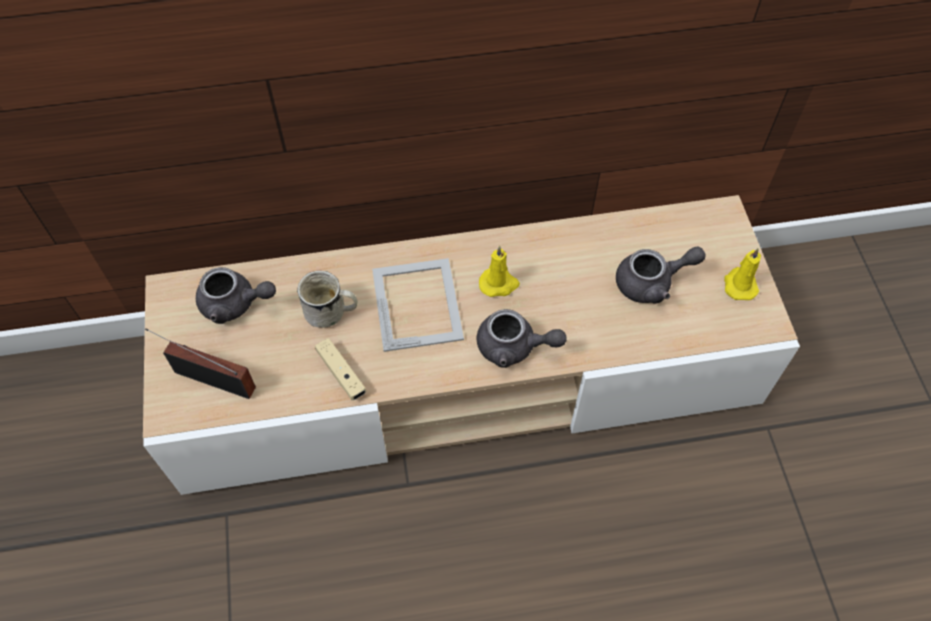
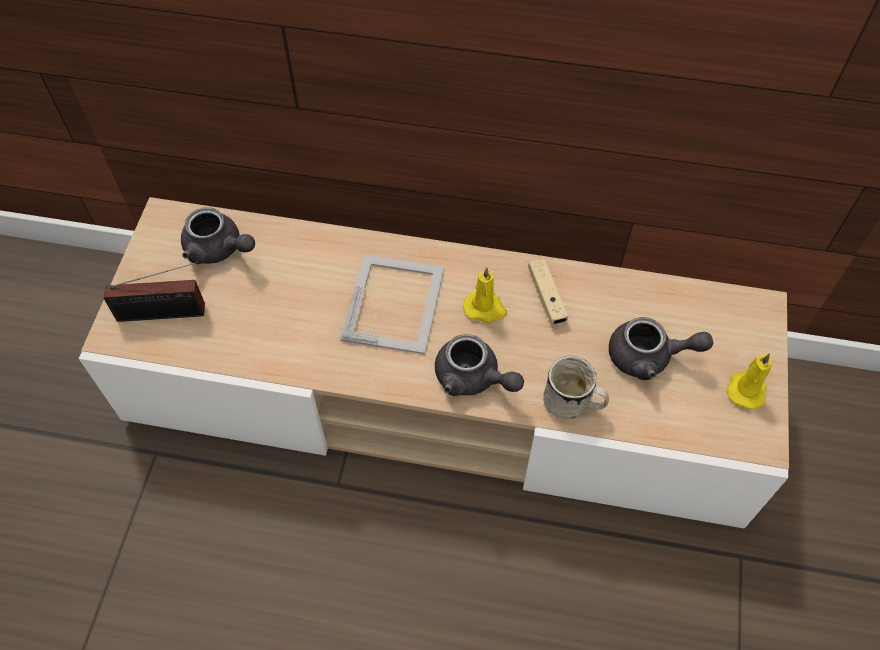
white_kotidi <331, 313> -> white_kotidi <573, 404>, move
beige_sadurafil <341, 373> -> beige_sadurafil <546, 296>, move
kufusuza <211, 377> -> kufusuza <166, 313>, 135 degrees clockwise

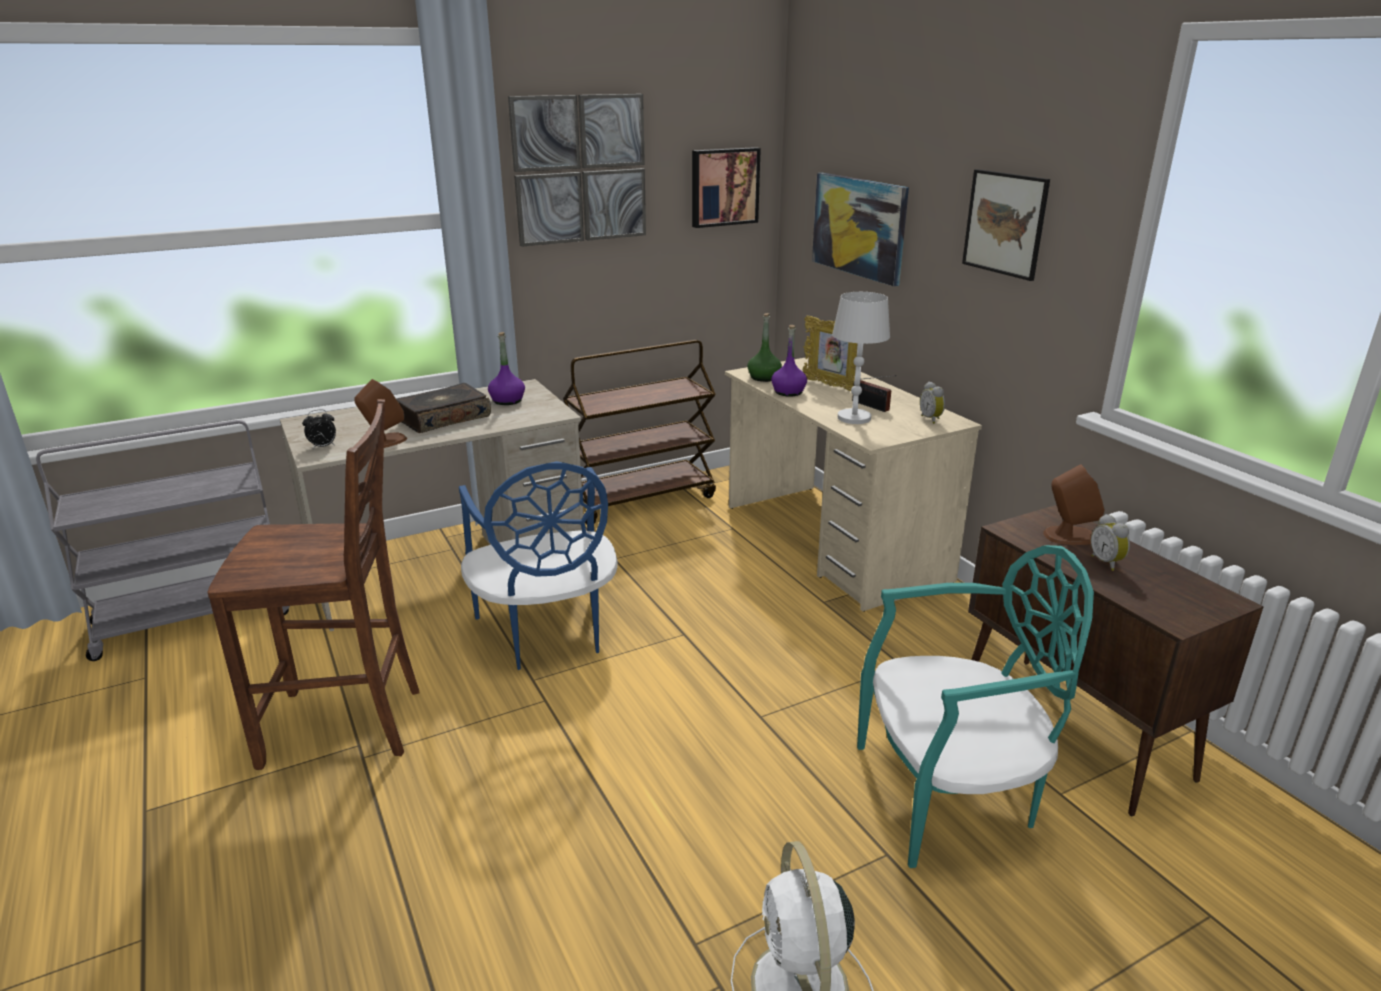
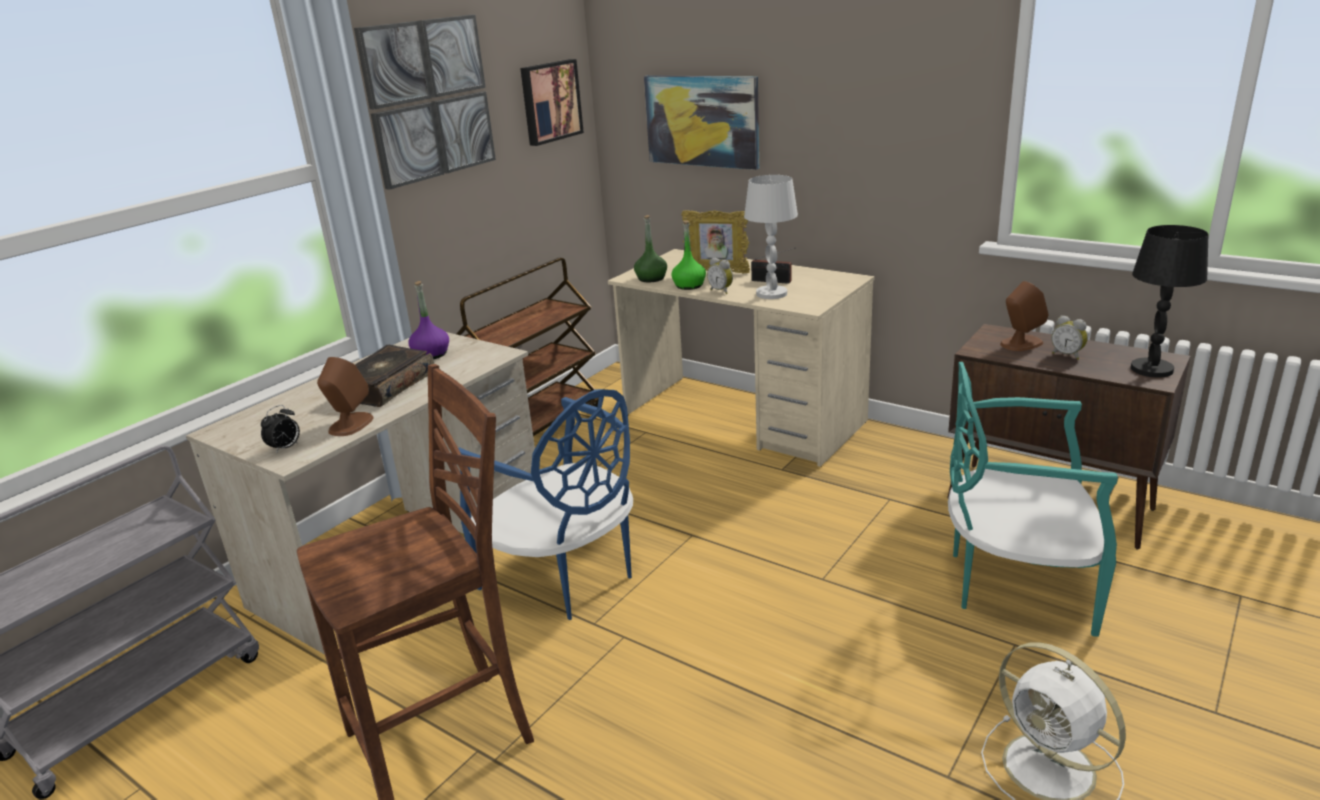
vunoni <1005, 223> -> none
none -> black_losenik <1152, 369>
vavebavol <931, 419> -> vavebavol <721, 291>, move
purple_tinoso <788, 392> -> green_tinoso <689, 285>
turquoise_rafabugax <949, 796> -> turquoise_rafabugax <1015, 583>, 135 degrees counterclockwise

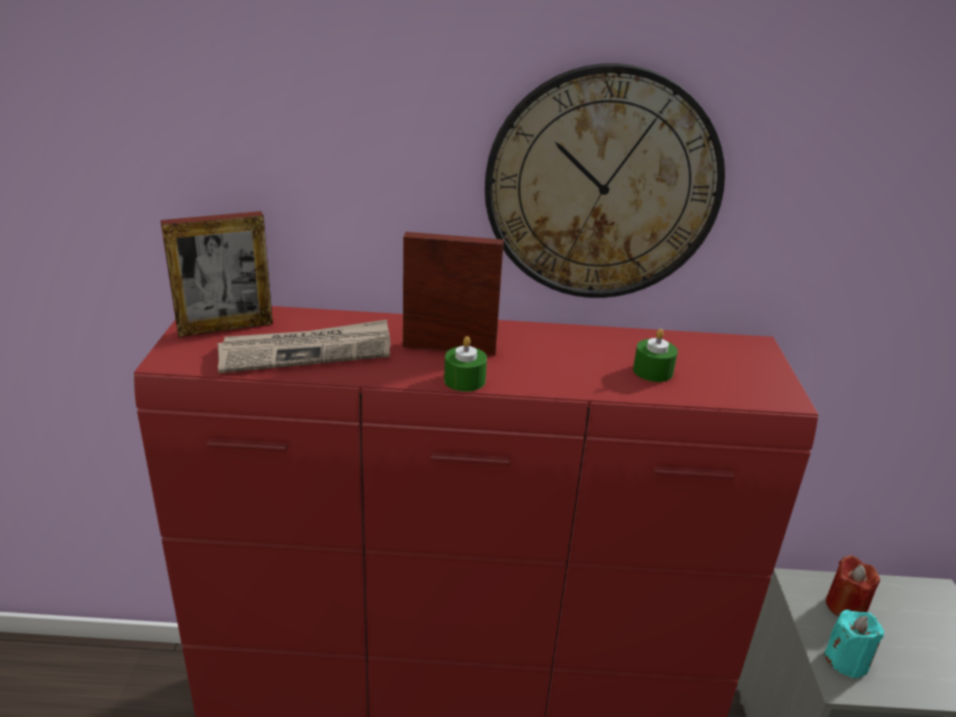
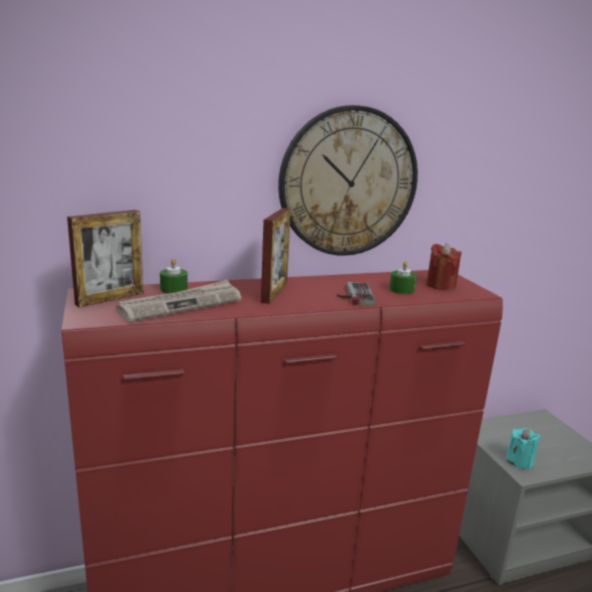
none -> sadurafil <353, 295>
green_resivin <464, 380> -> green_resivin <174, 289>, move
red_resivin <845, 606> -> red_resivin <441, 285>, move
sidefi <449, 348> -> sidefi <274, 292>, 120 degrees clockwise

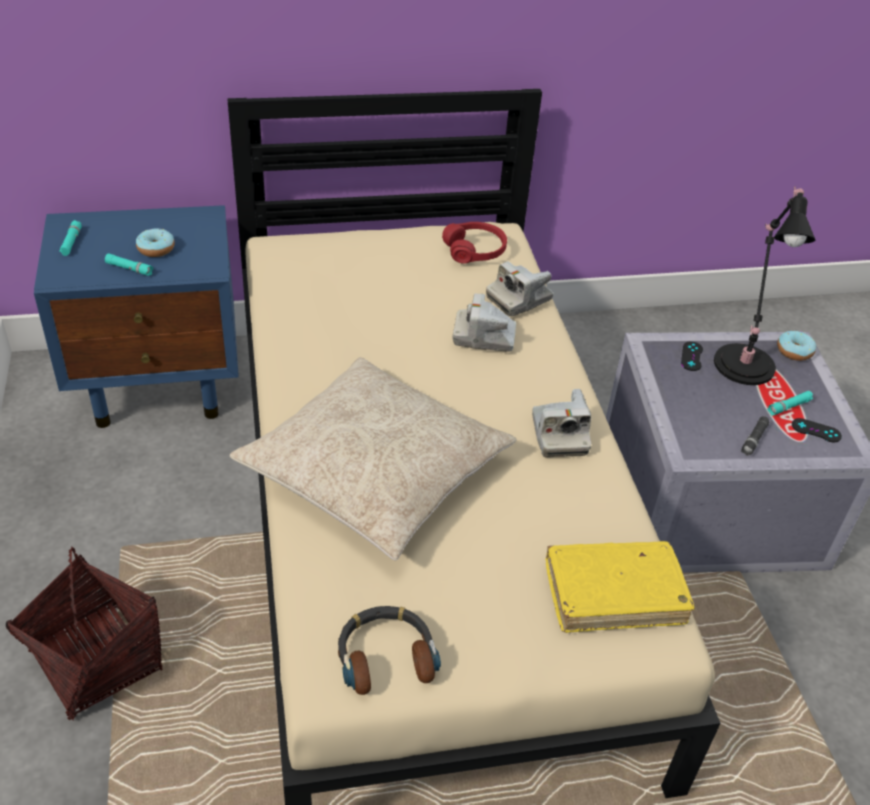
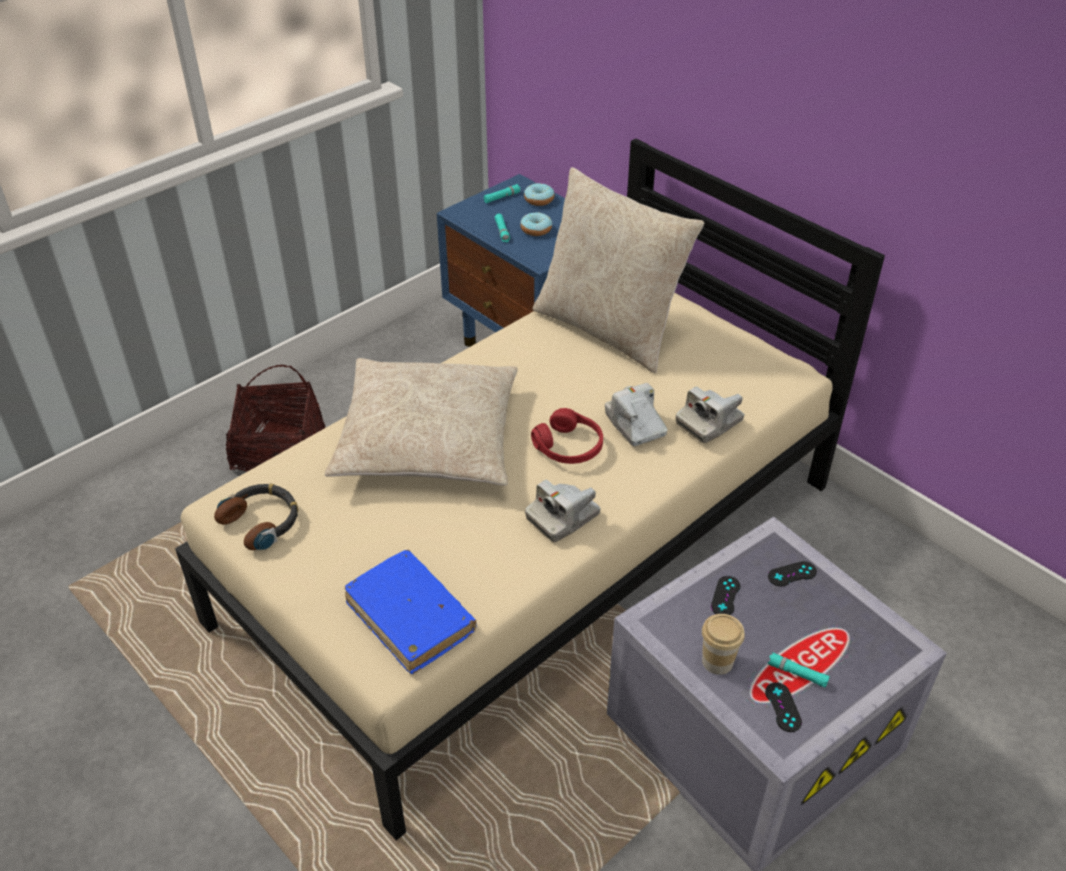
black_losenik <744, 361> -> none
none -> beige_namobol <609, 329>
none -> black_sadurafil <725, 596>
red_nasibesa <475, 250> -> red_nasibesa <569, 446>, move
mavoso <794, 351> -> mavoso <539, 200>, move
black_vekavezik <754, 439> -> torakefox <717, 661>
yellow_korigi <614, 594> -> blue_korigi <410, 618>
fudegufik <519, 299> -> fudegufik <709, 422>, 60 degrees counterclockwise

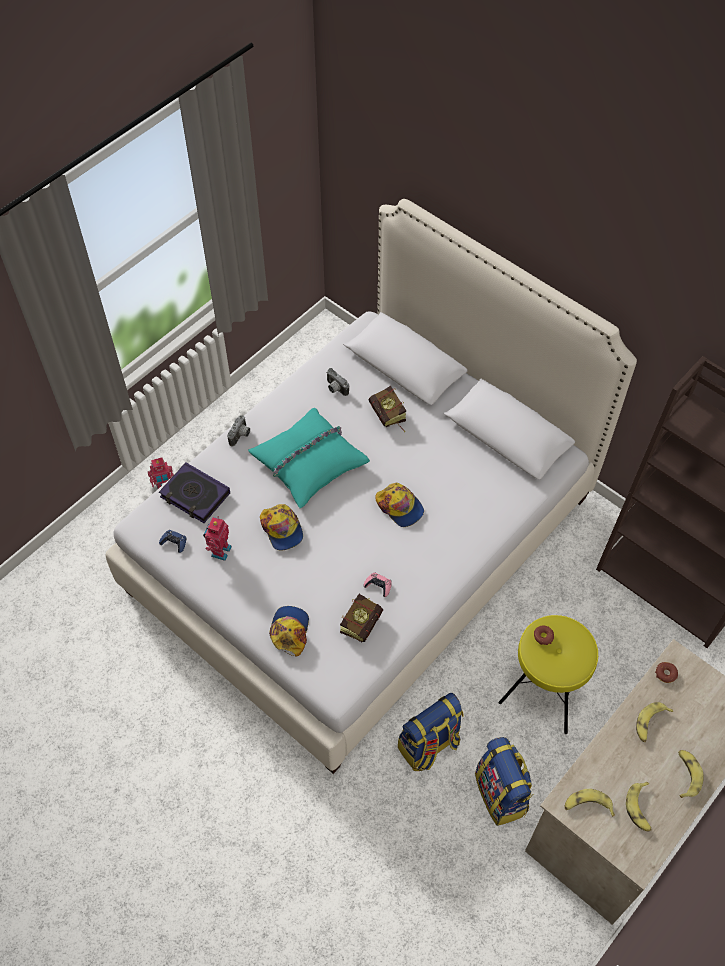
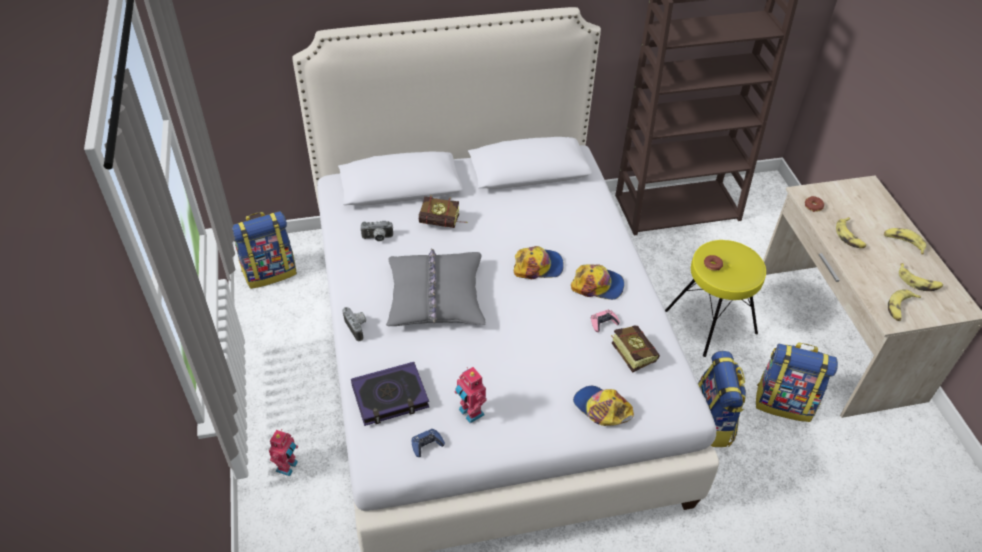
none -> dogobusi <270, 272>
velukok <282, 529> -> velukok <597, 285>, move
turquoise_namobol <309, 462> -> grey_namobol <435, 297>

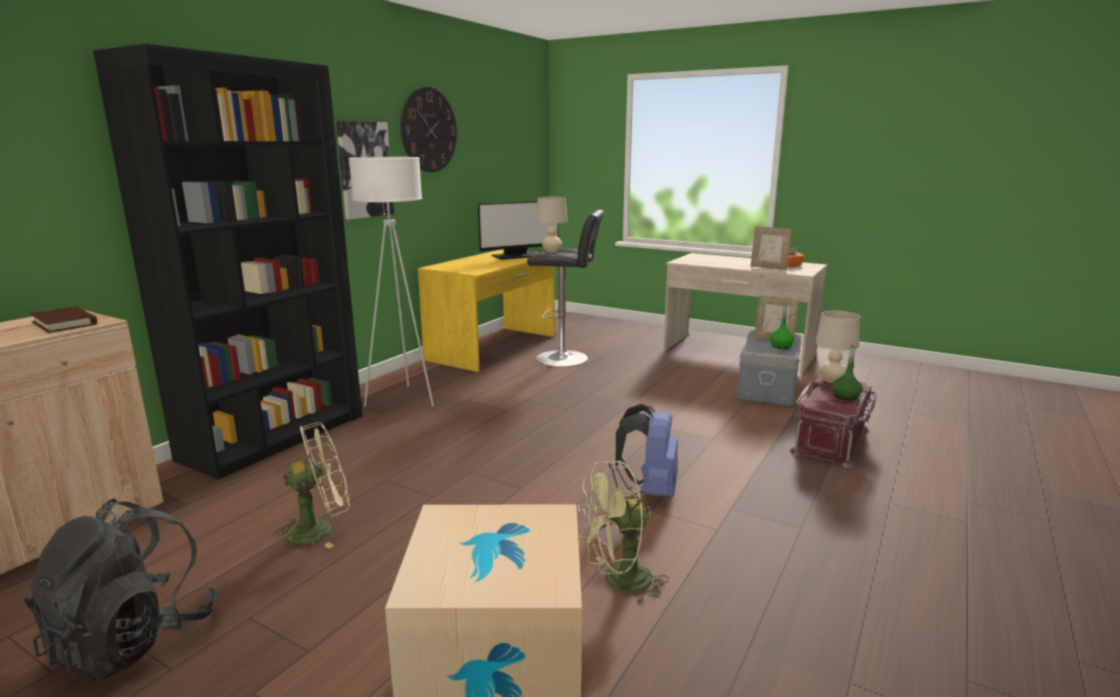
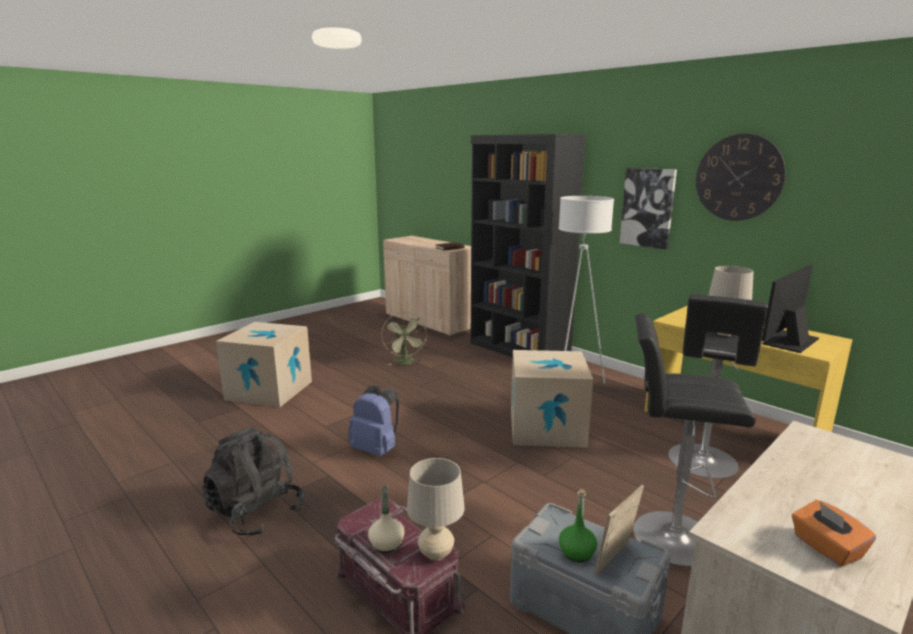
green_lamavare <618, 582> -> none
sidefi <769, 268> -> none
none -> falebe <546, 428>
none -> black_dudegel <667, 536>
black_dogobusi <134, 639> -> black_dogobusi <256, 513>, move
green_tinoso <846, 396> -> beige_tinoso <386, 544>
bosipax <517, 256> -> bosipax <789, 341>, 60 degrees clockwise

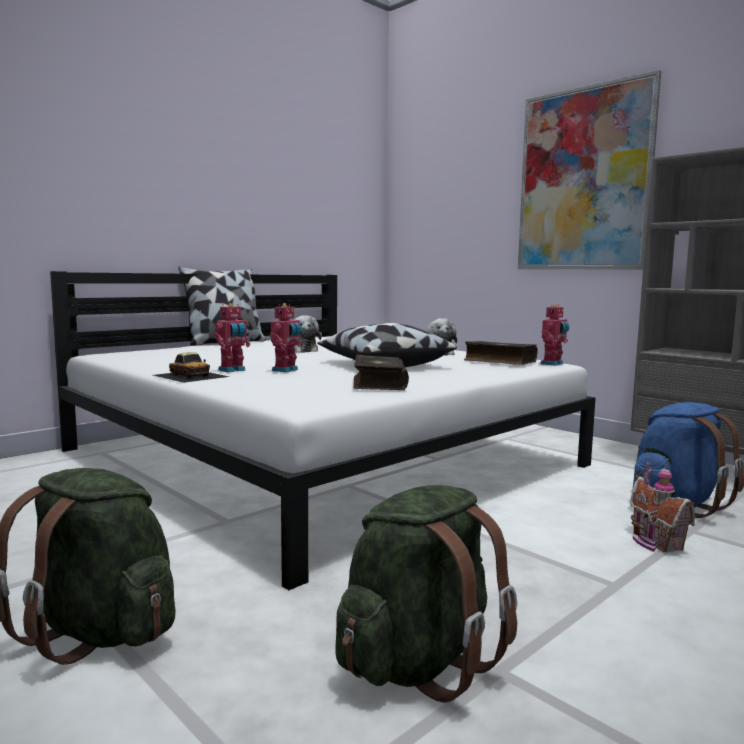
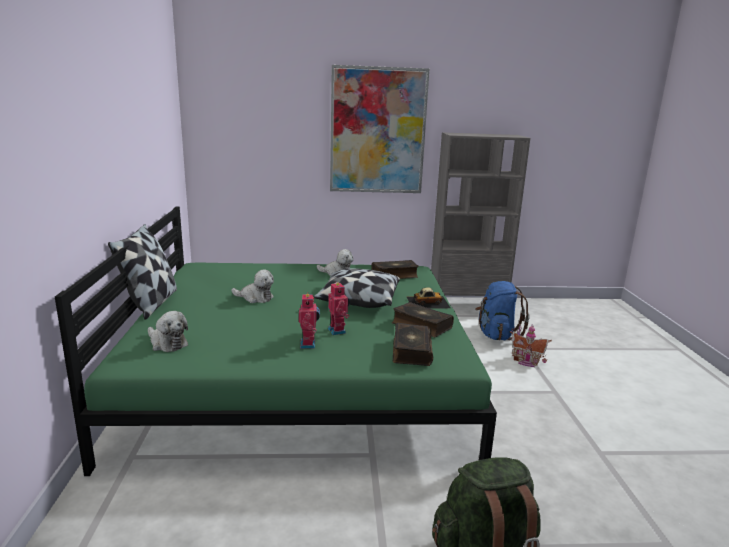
green_dogobusi <419, 662> -> none
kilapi <553, 364> -> none
none -> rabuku <167, 343>
none -> korigi <411, 351>
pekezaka <190, 375> -> pekezaka <427, 302>, move
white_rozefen <321, 457> -> green_rozefen <300, 377>

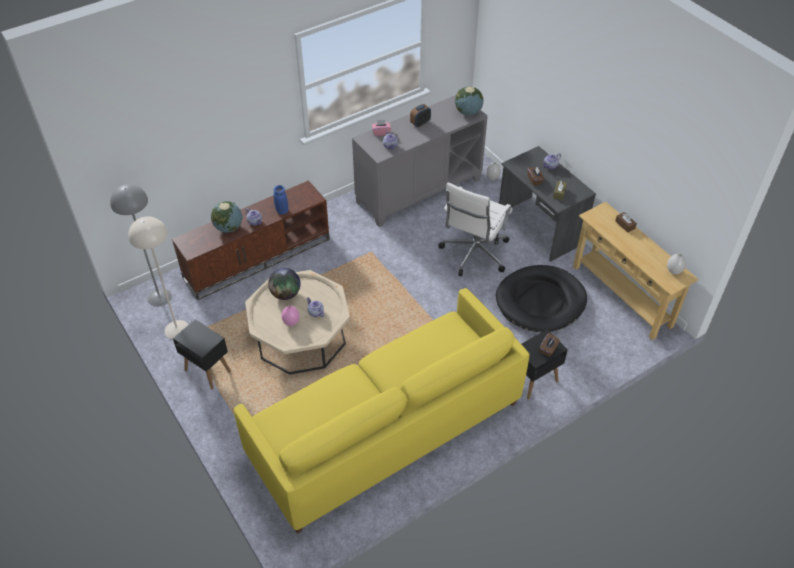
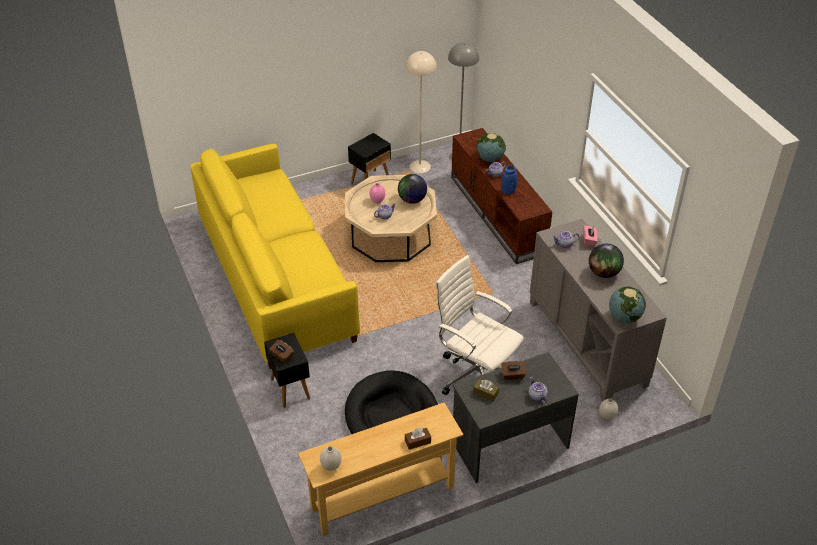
vavebavol <420, 123> -> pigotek <604, 273>

